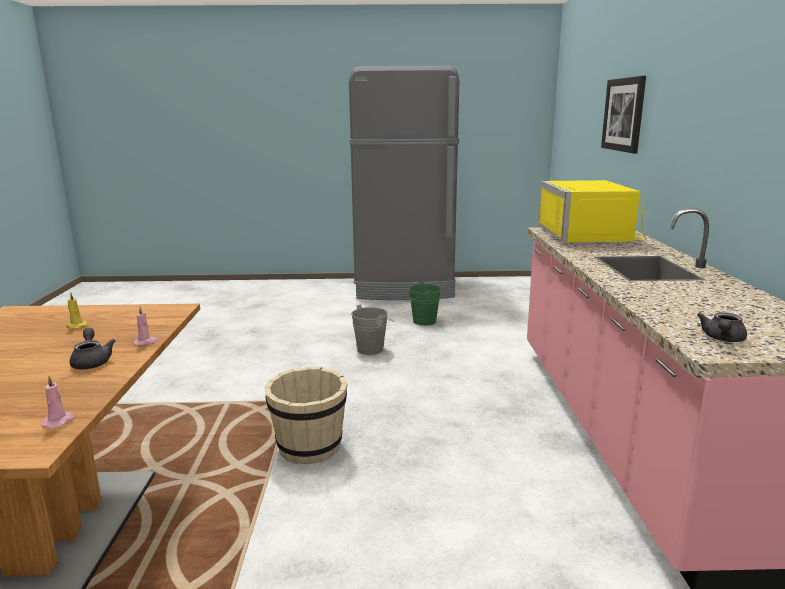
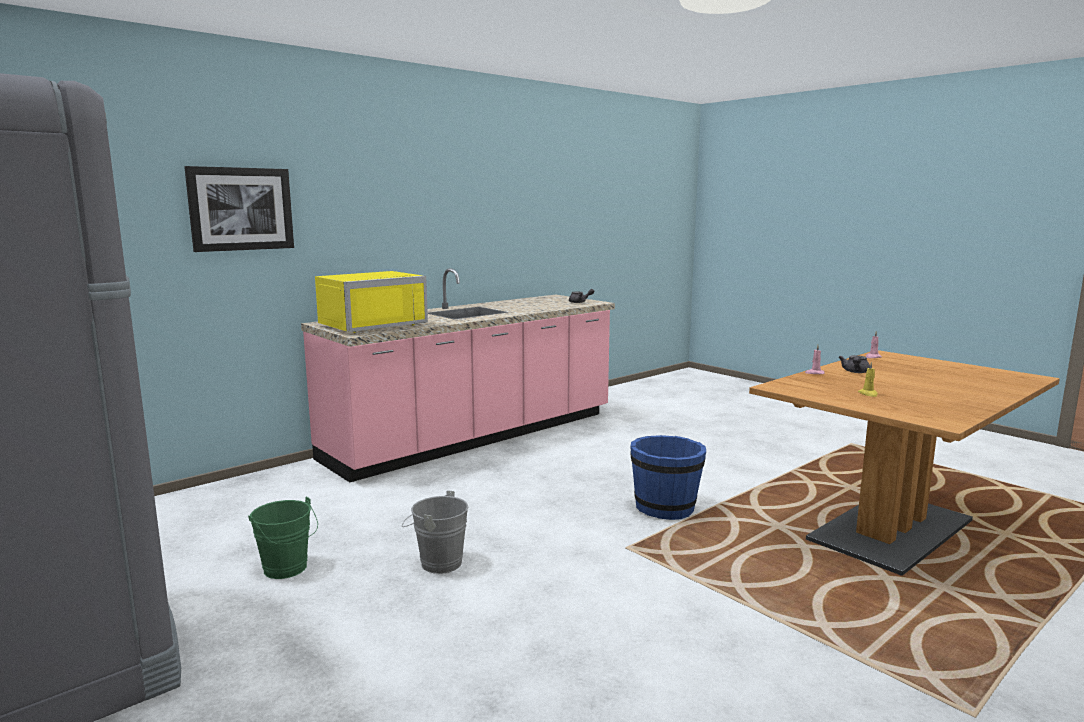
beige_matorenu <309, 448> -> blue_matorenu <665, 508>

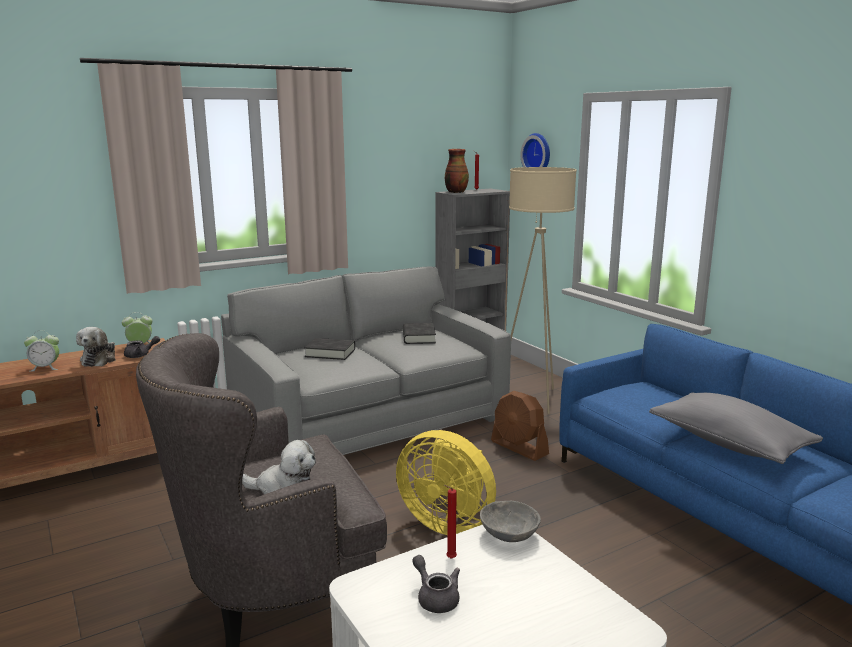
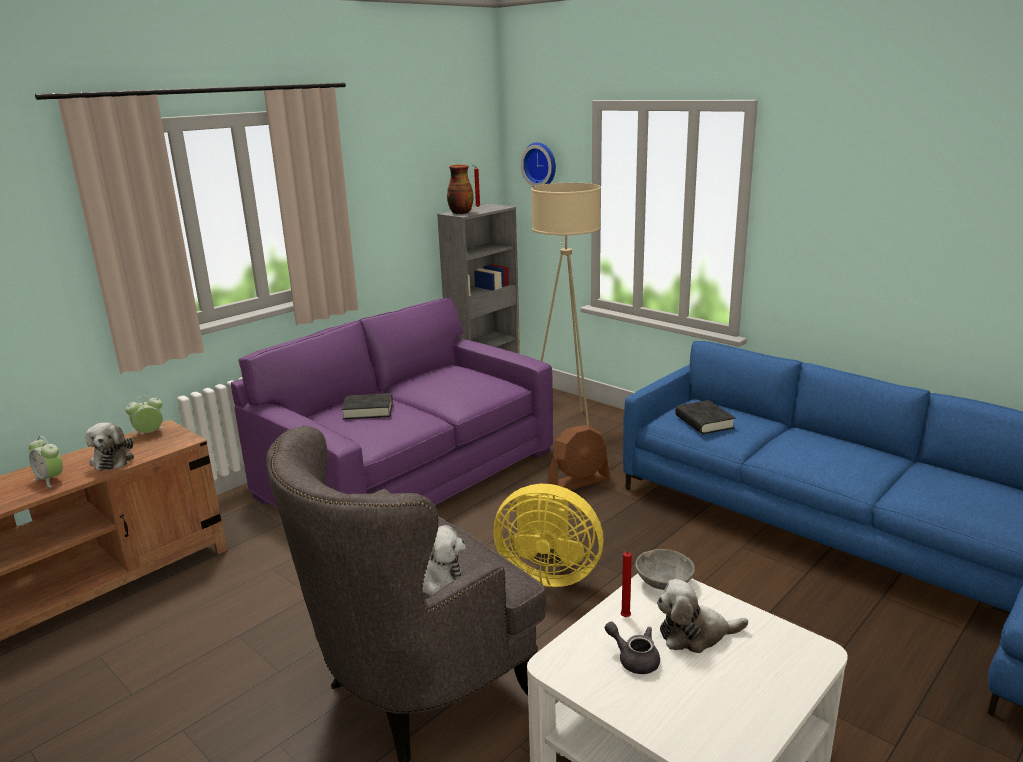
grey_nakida <140, 355> -> none
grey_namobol <729, 443> -> none
none -> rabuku <695, 634>
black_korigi <418, 337> -> black_korigi <704, 422>, move
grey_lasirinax <368, 418> -> purple_lasirinax <408, 472>
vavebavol <45, 368> -> vavebavol <50, 479>, 60 degrees clockwise
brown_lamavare <519, 448> -> brown_lamavare <578, 482>, 60 degrees counterclockwise

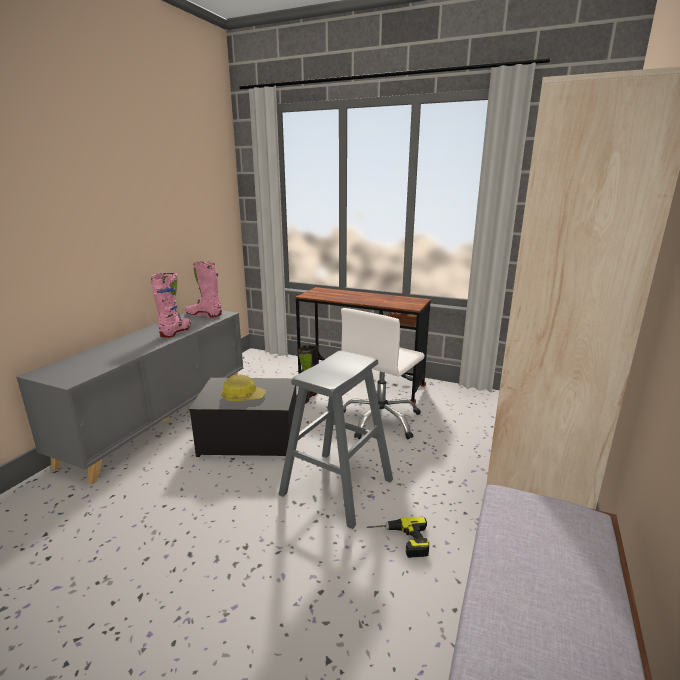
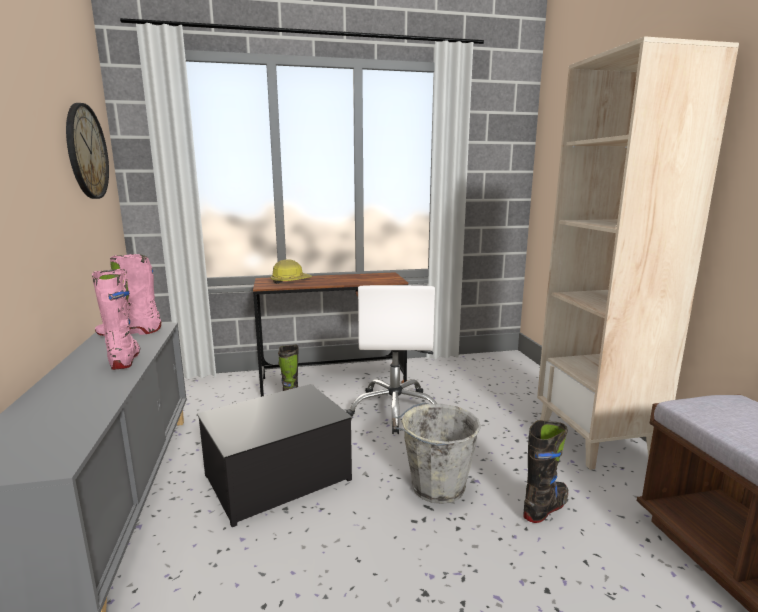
none -> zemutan <86, 152>
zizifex <243, 397> -> zizifex <290, 281>, move
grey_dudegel <337, 487> -> grey_matorenu <435, 487>
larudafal <399, 541> -> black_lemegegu <545, 507>

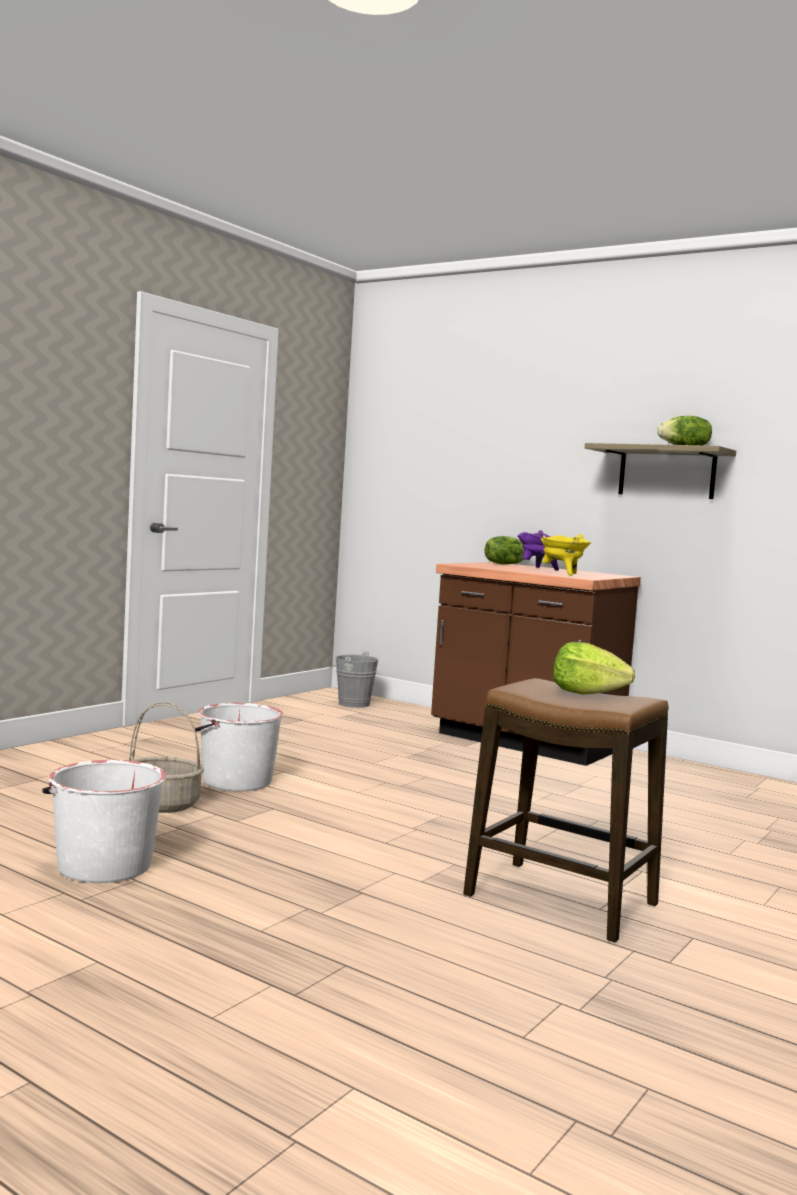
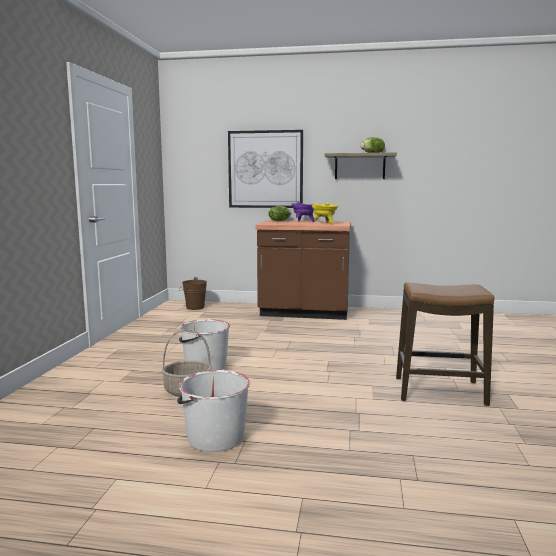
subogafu <587, 693> -> none
none -> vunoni <265, 169>
grey_matorenu <350, 703> -> brown_matorenu <193, 307>

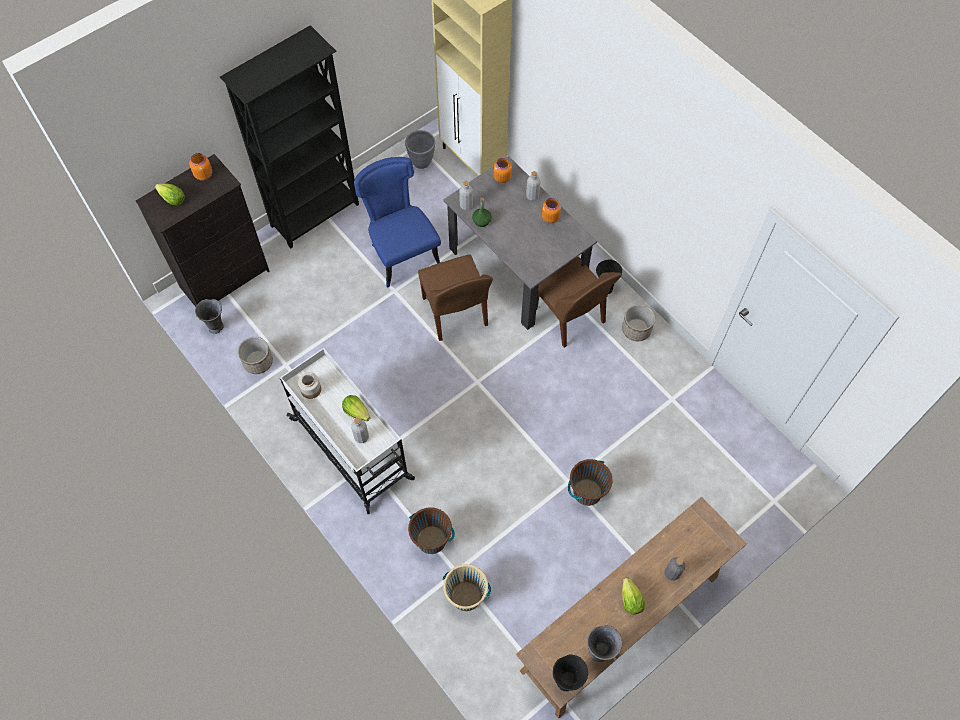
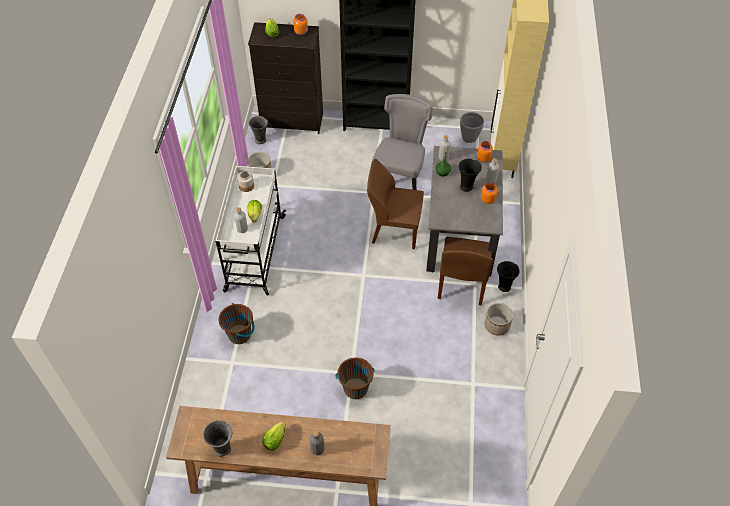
beige_matorenu <466, 596> -> none
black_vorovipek <566, 680> -> black_vorovipek <467, 187>, move
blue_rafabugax <402, 254> -> grey_rafabugax <400, 177>
brown_rafabugax <455, 313> -> brown_rafabugax <394, 230>, 75 degrees clockwise

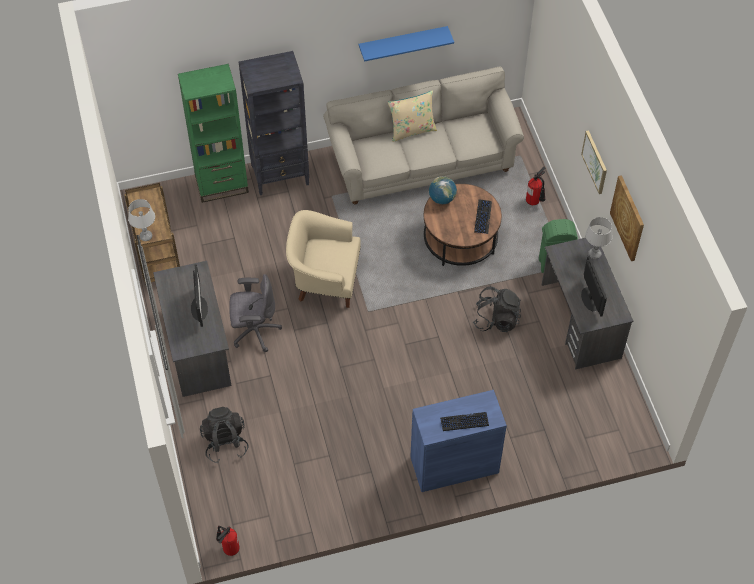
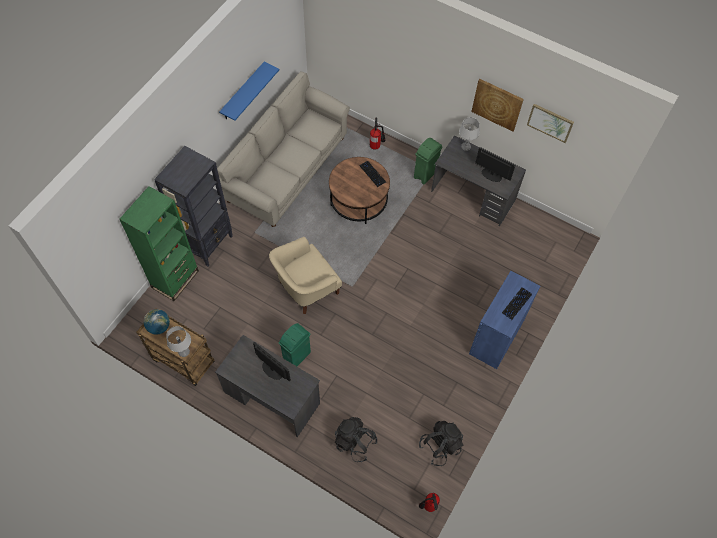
beige_namobol <412, 130> -> none
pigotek <442, 199> -> pigotek <159, 327>, move
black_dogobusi <496, 319> -> black_dogobusi <440, 446>, move
vunoni <595, 162> -> vunoni <550, 122>, move
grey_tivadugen <254, 331> -> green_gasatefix <297, 356>

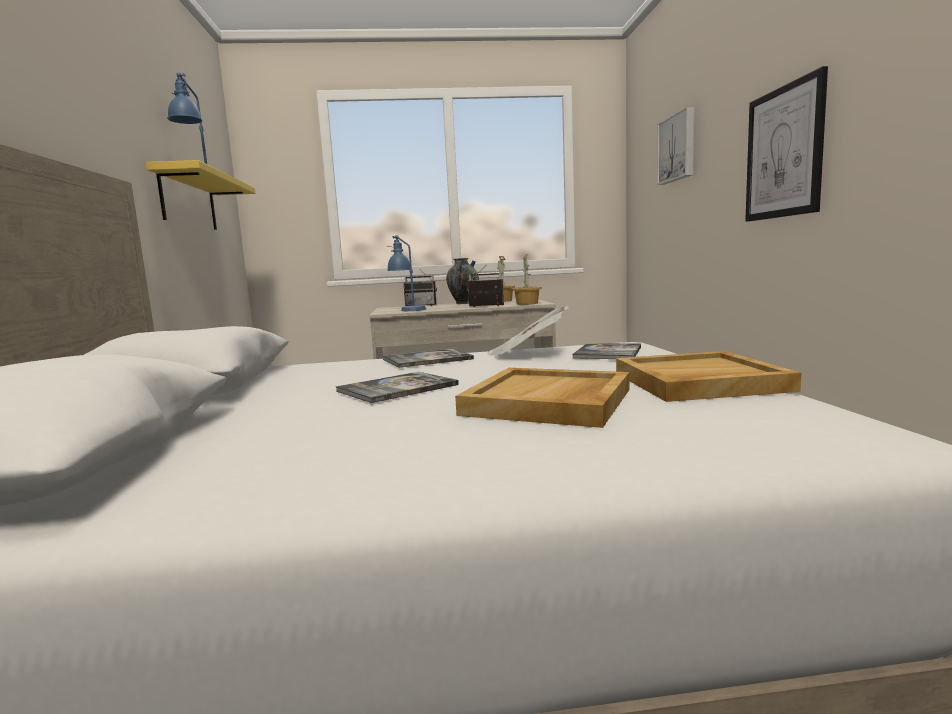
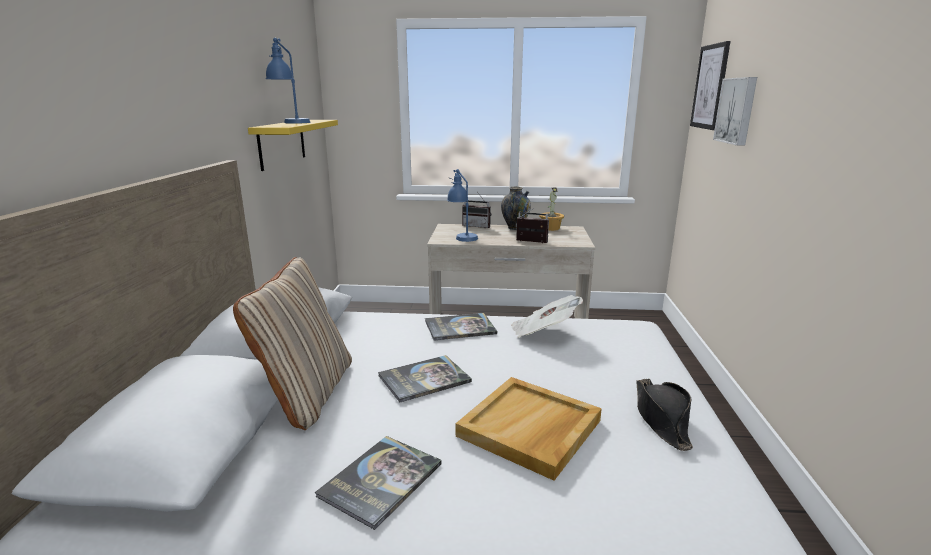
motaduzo <527, 303> -> none
none -> beige_namobol <307, 393>
korigi <608, 353> -> korigi <381, 480>, move
vunoni <784, 152> -> vunoni <710, 87>, move
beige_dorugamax <698, 382> -> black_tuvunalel <661, 419>

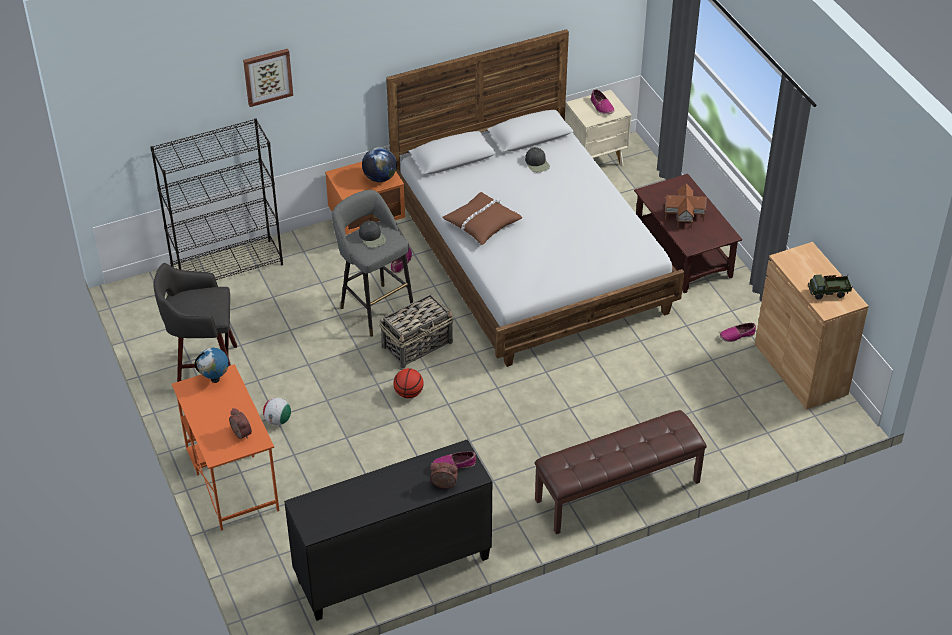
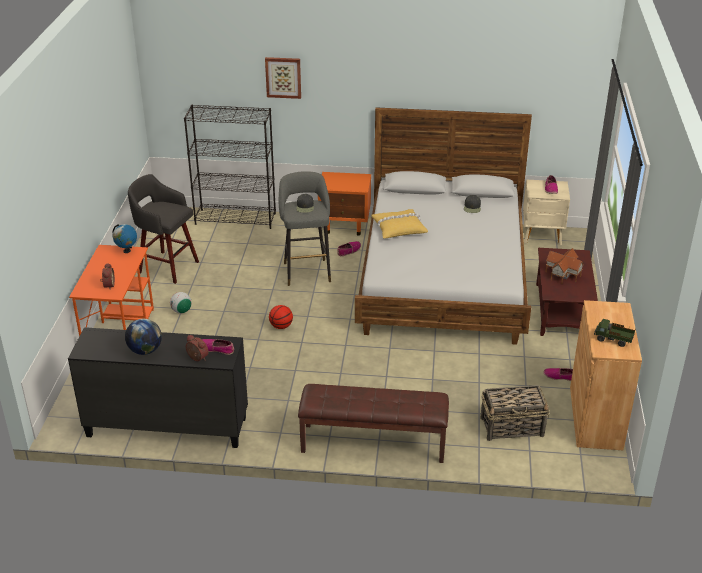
pigotek <379, 178> -> pigotek <145, 350>, move
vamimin <418, 344> -> vamimin <512, 427>, move
brown_namobol <482, 223> -> yellow_namobol <398, 228>

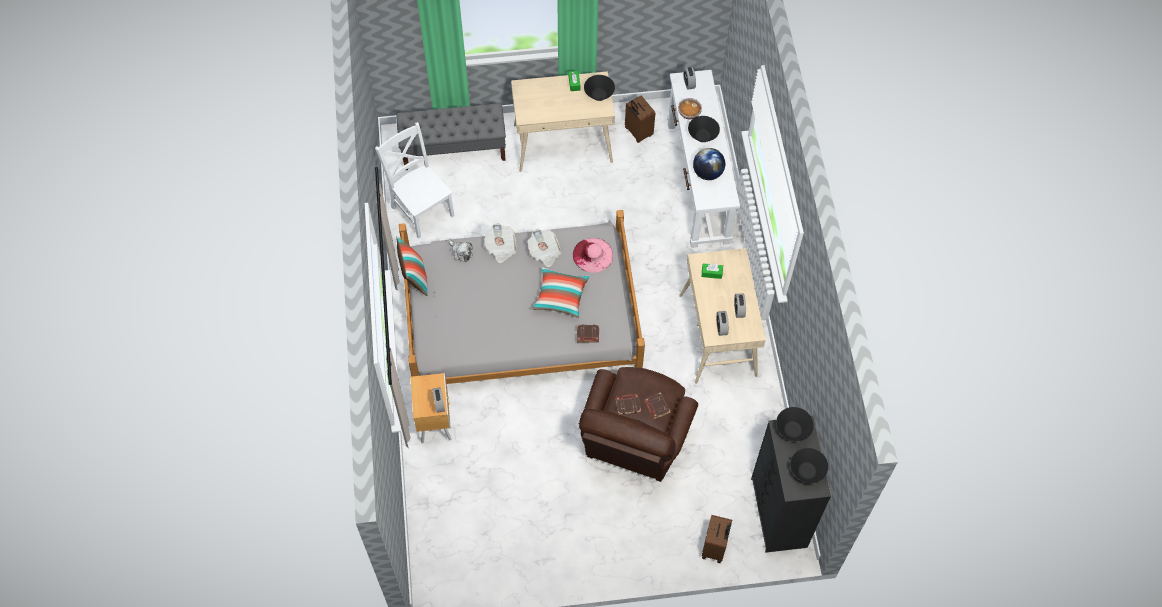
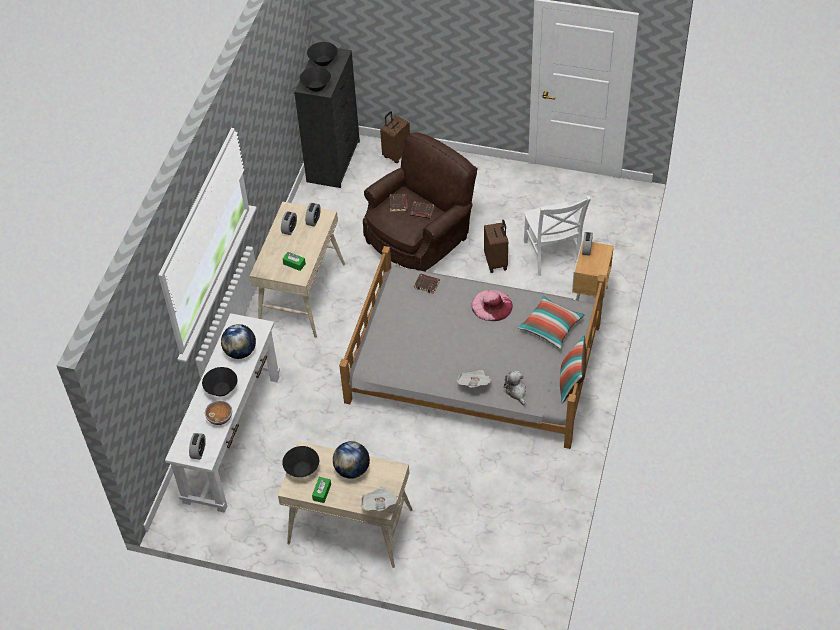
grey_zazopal <454, 150> -> none
none -> pigotek <352, 470>
white_rafabugax <421, 209> -> white_rafabugax <552, 255>, move
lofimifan <544, 252> -> lofimifan <379, 504>, move
namobol <560, 296> -> namobol <550, 327>, move
pink_tuvunalel <593, 255> -> pink_tuvunalel <492, 305>, move
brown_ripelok <637, 132> -> brown_ripelok <496, 262>, move

